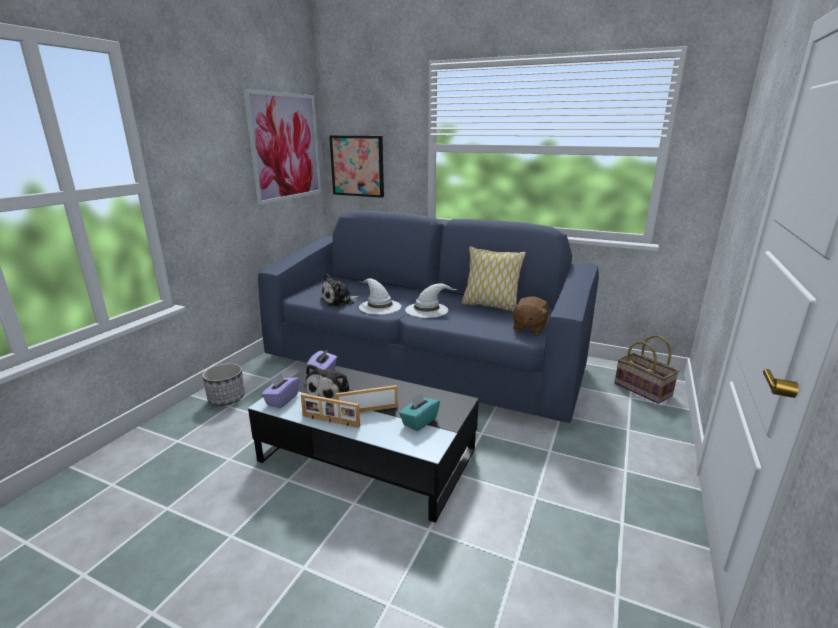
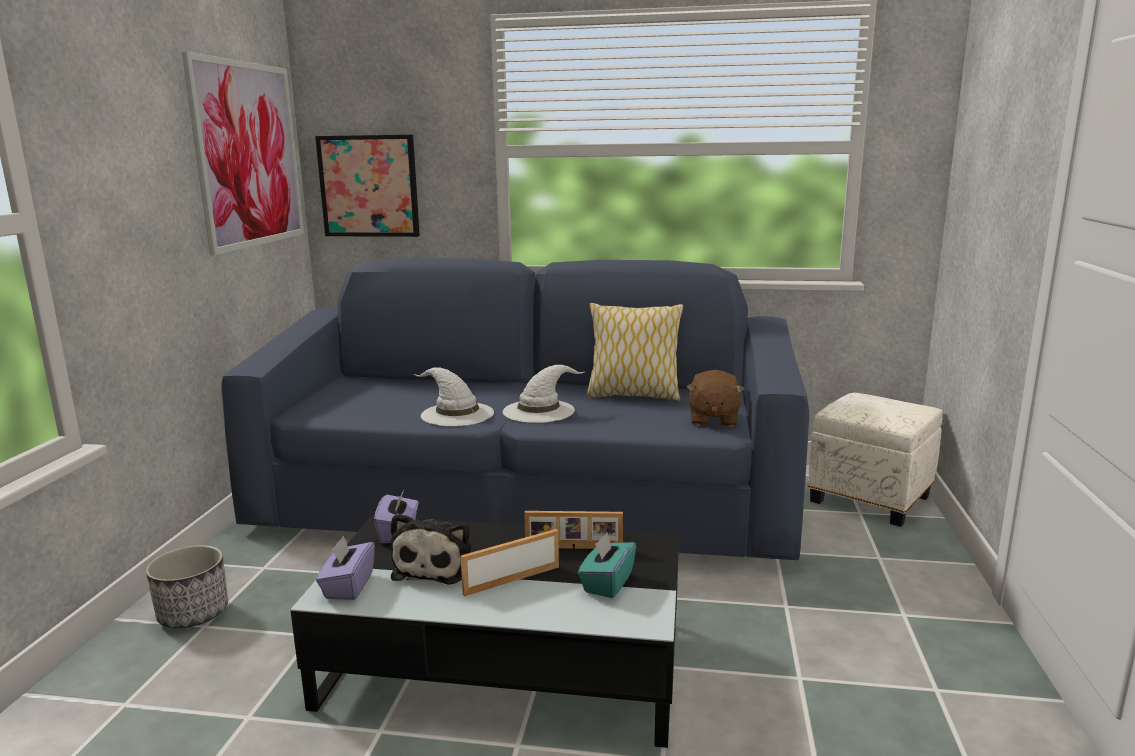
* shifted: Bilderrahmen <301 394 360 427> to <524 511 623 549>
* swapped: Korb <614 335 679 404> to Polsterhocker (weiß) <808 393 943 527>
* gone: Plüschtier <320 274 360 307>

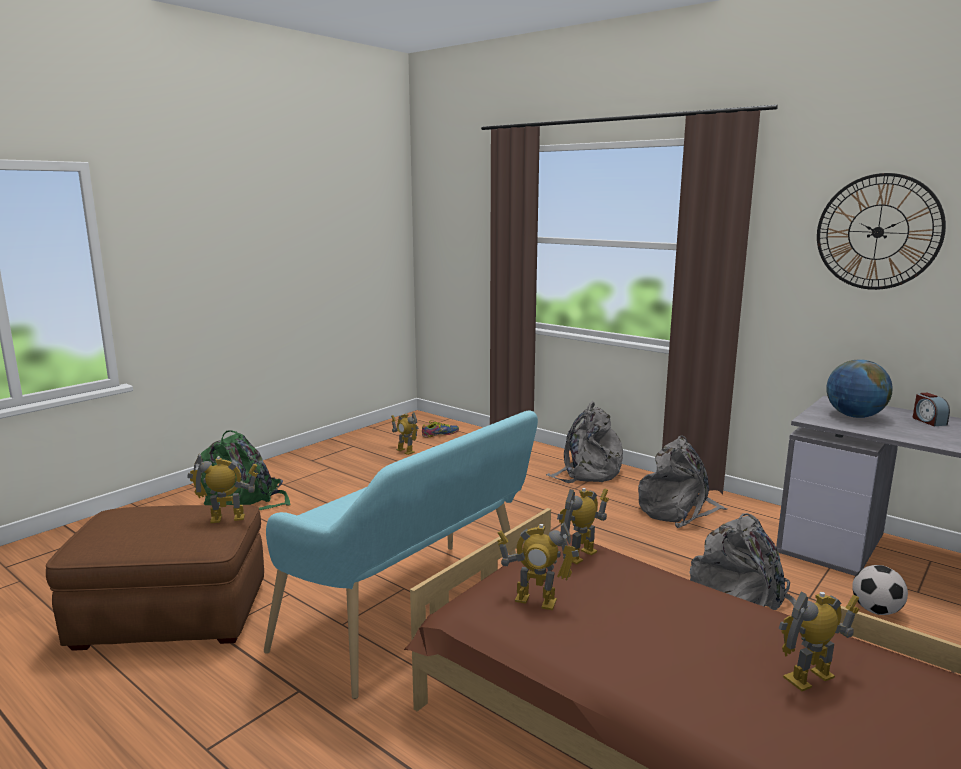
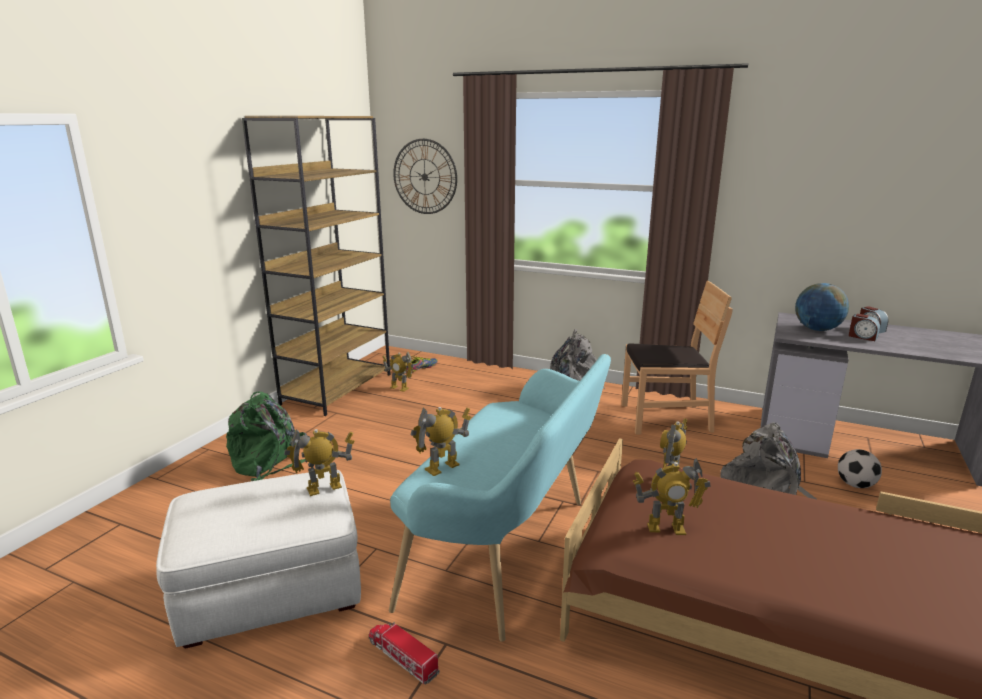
* repainted: Polsterhocker (braun) <46 505 264 651> to Polsterhocker (weiß) <156 470 361 649>
* new: Bücherregal (braun) <242 116 390 416>
* new: Spielzeuglaster <369 622 439 685>
* shifted: Wanduhr <817 173 946 290> to <393 139 457 214>
* shifted: Spielzeugroboter <779 591 859 691> to <411 407 471 476>
* swapped: Rucksack (grau) <638 436 727 528> to Stuhl (braun) <621 281 733 435>
* new: Wecker <849 314 880 341>

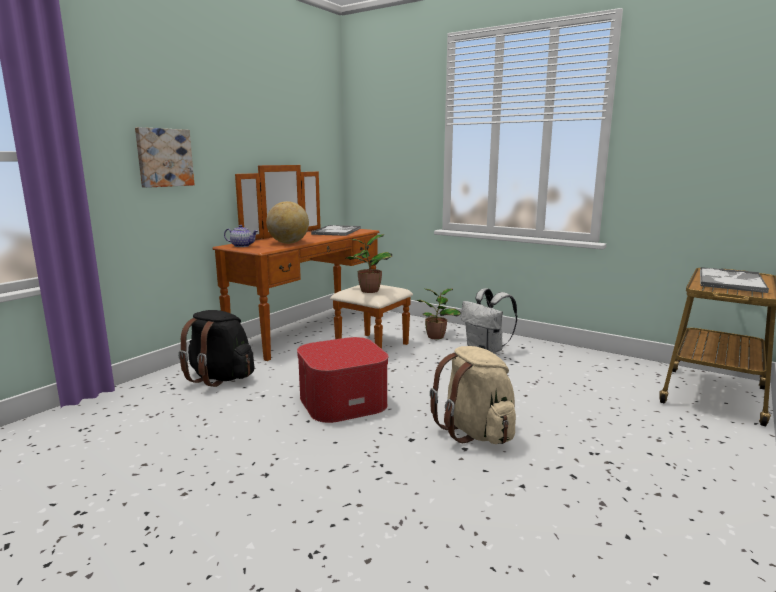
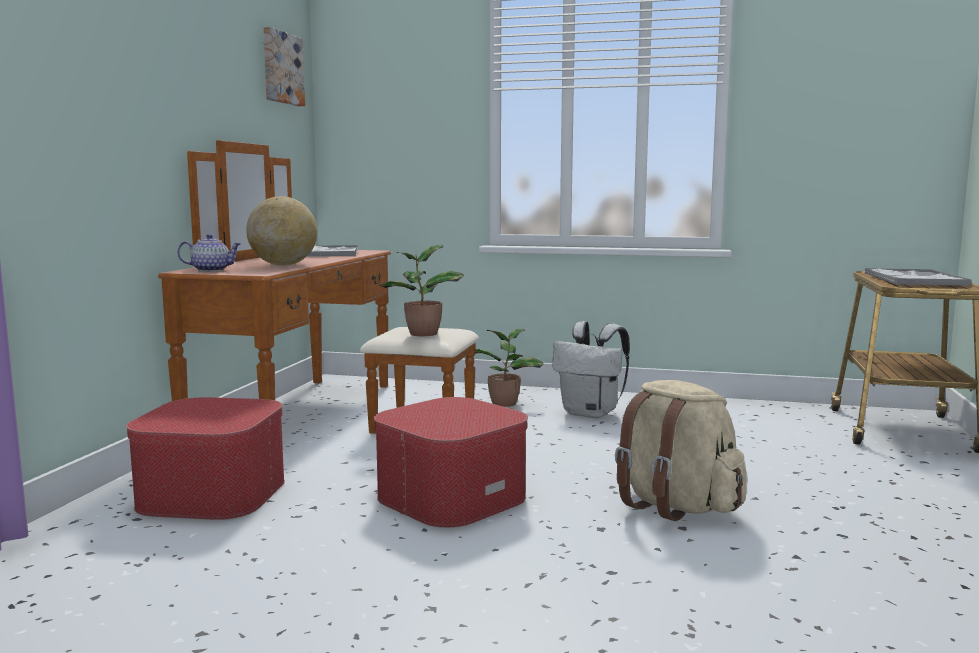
* swapped: Rucksack (schwarz) <178 310 254 387> to Polsterhocker <126 397 285 520>
* shifted: Bild <135 127 195 188> to <263 27 305 106>

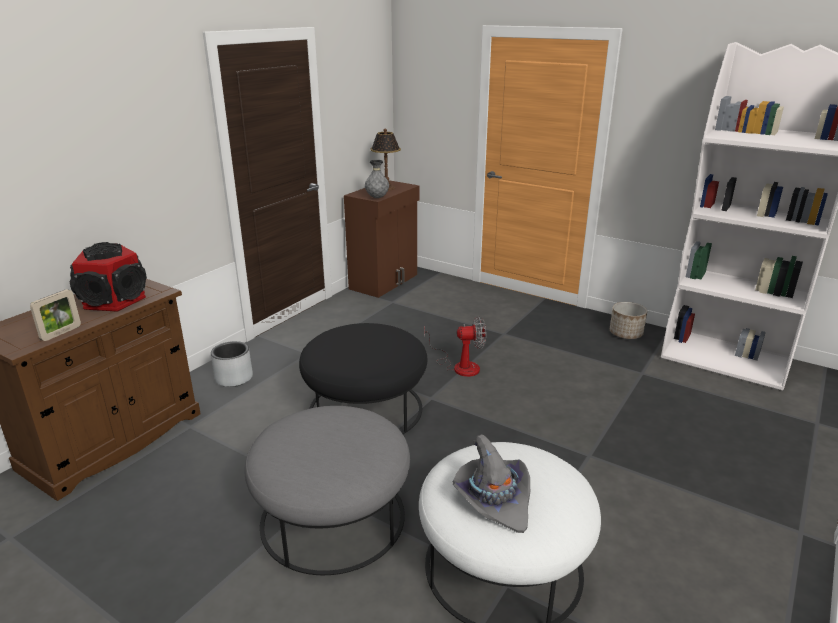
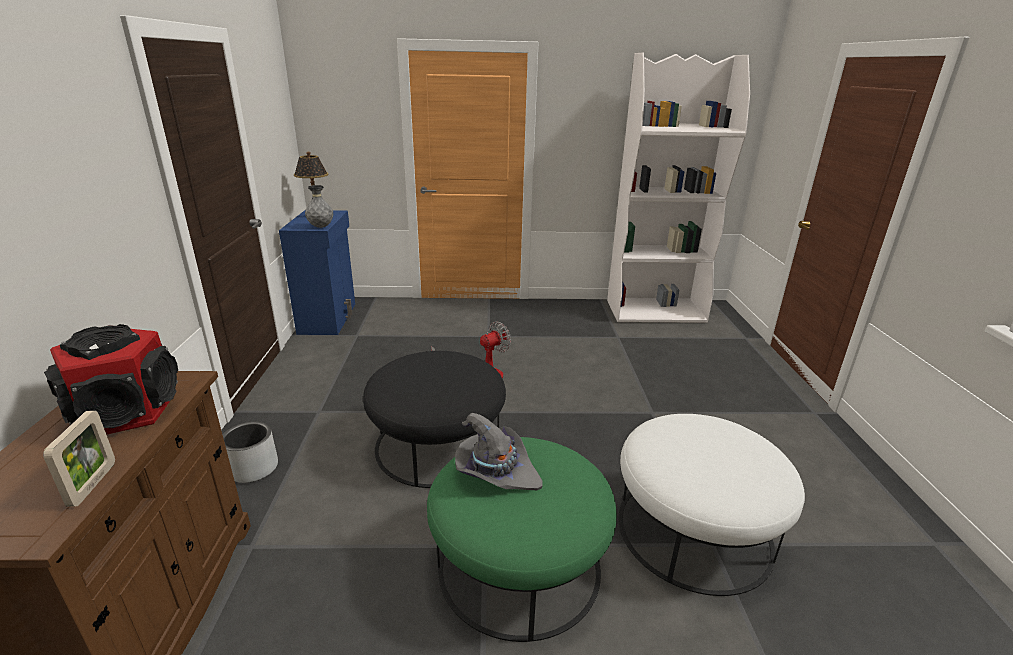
* repainted: Schrank (braun) <344 180 420 298> to Schrank (blau) <279 210 355 335>
* repainted: Polsterhocker (grau) <244 406 410 575> to Polsterhocker (grün) <427 437 617 642>
* shifted: Hut (grau) <452 434 530 533> to <455 413 543 490>
* gone: Pflanzkübel <610 302 647 339>

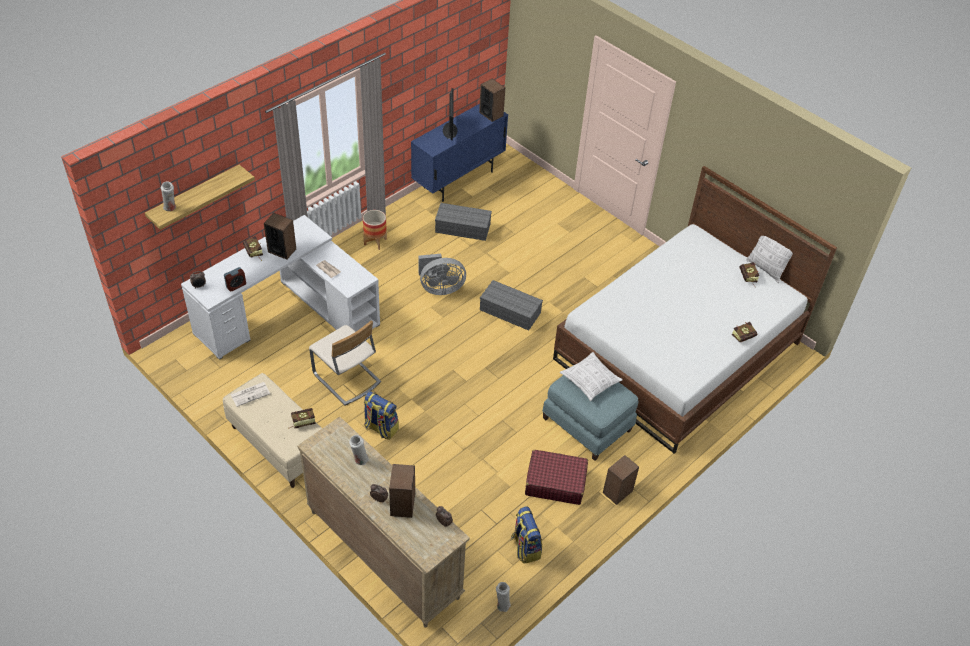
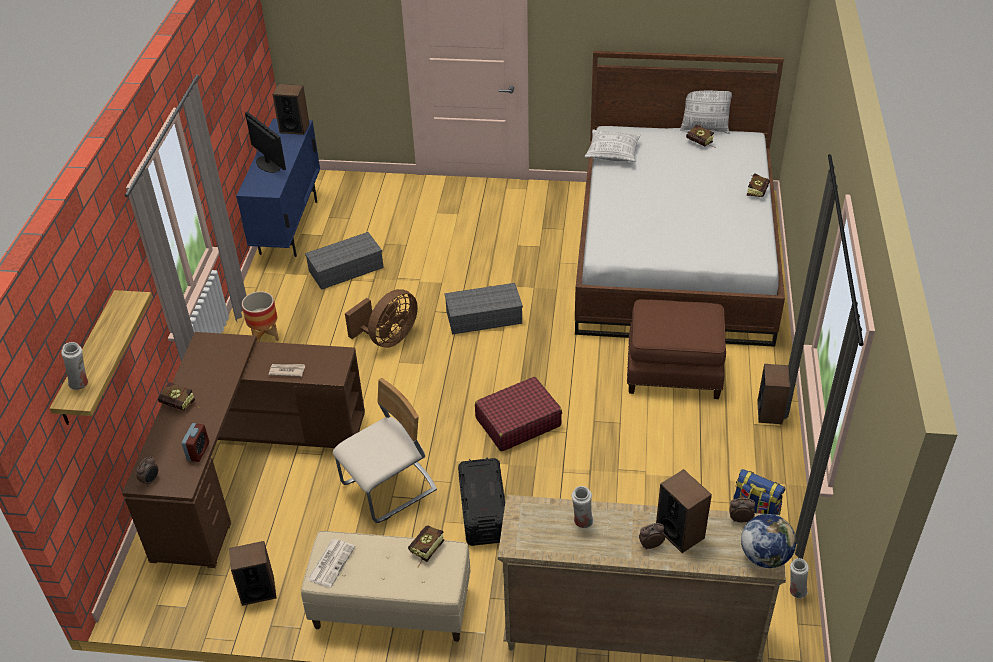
* repainted: Schreibtisch (weiß) <181 215 380 360> to Schreibtisch (braun) <122 332 365 568>
* shifted: Lautsprecher <264 213 296 260> to <229 541 276 606>
* rotated: Stuhl (beige) <309 320 381 405> = <333 378 437 523> 45 degrees counterclockwise
* repainted: Ventilator (grau) <418 254 466 295> to Ventilator (braun) <345 289 418 348>
* swapped: Rucksack <364 391 399 440> to Aufbewahrungsbox (schwarz) <458 457 505 546>
* shifted: Koffer (rot) <525 450 588 505> to <475 377 562 451>
* shifted: Kissen <560 352 623 401> to <585 129 641 162>
* repainted: Polsterhocker (blau) <542 375 638 461> to Polsterhocker (braun) <627 299 726 399>
* new: Globus <741 514 796 568>

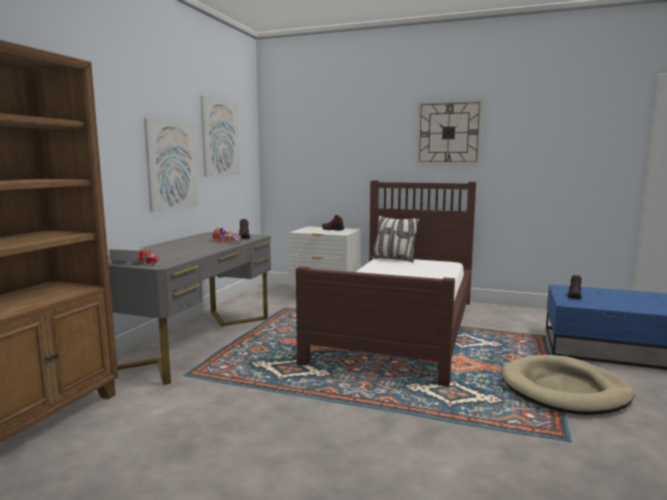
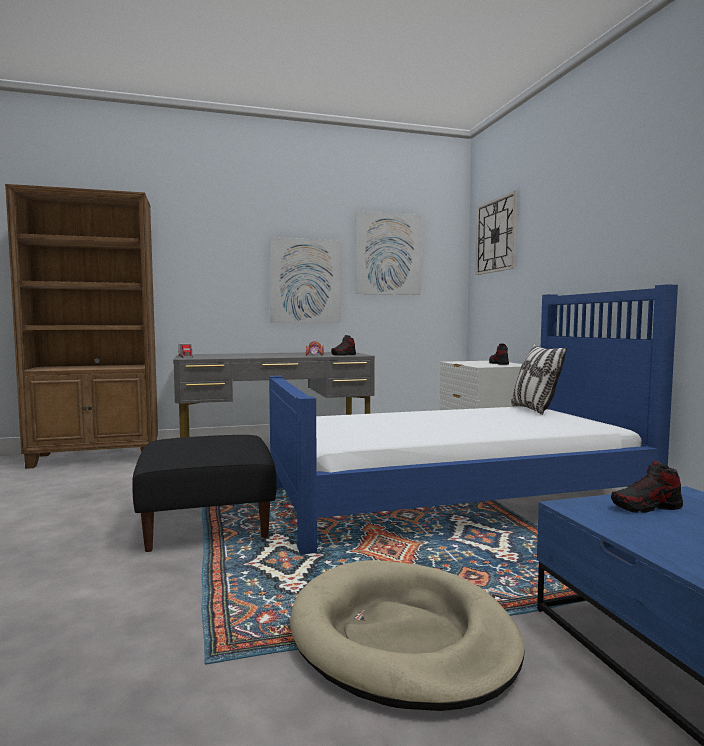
* new: Polsterhocker (schwarz) <132 435 276 552>
* repainted: Bett (braun) <296 181 476 387> to Bett (blau) <269 285 678 555>
* shifted: Wanduhr <417 100 483 164> to <475 191 518 275>

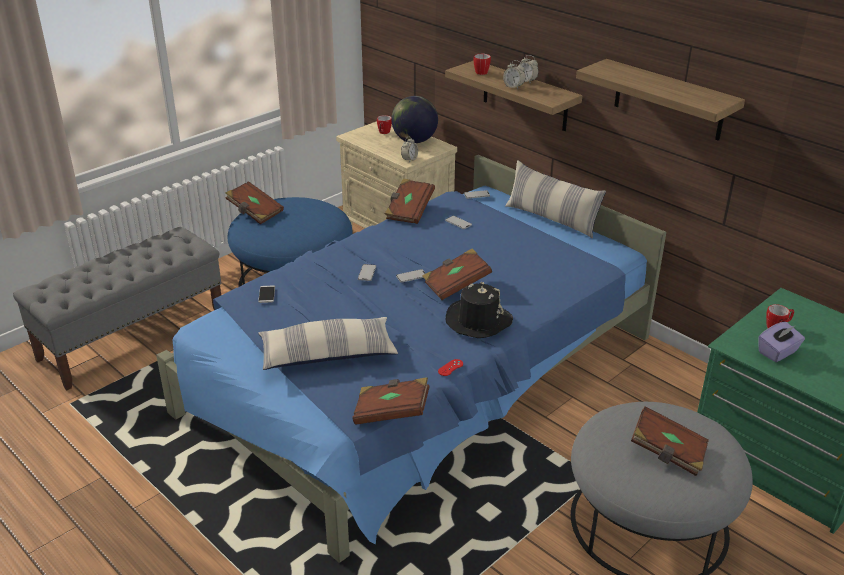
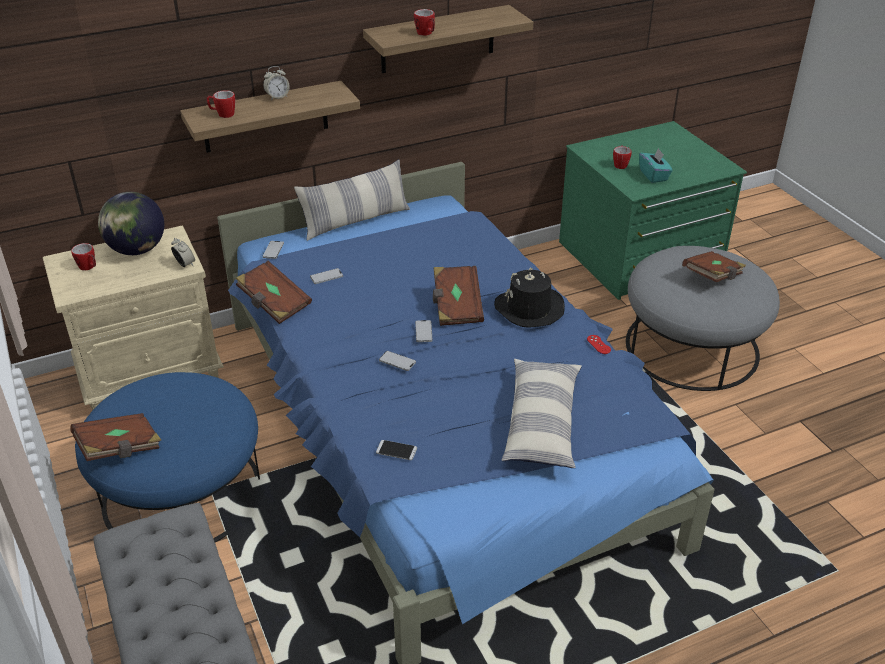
* new: Henkelbecher <414 9 435 36>
* repainted: Taschentuchbox (lila) <758 322 805 362> to Taschentuchbox (türkis) <639 148 673 183>
* gone: Buch (braun) <352 377 430 425>
* gone: Wecker <503 60 526 89>

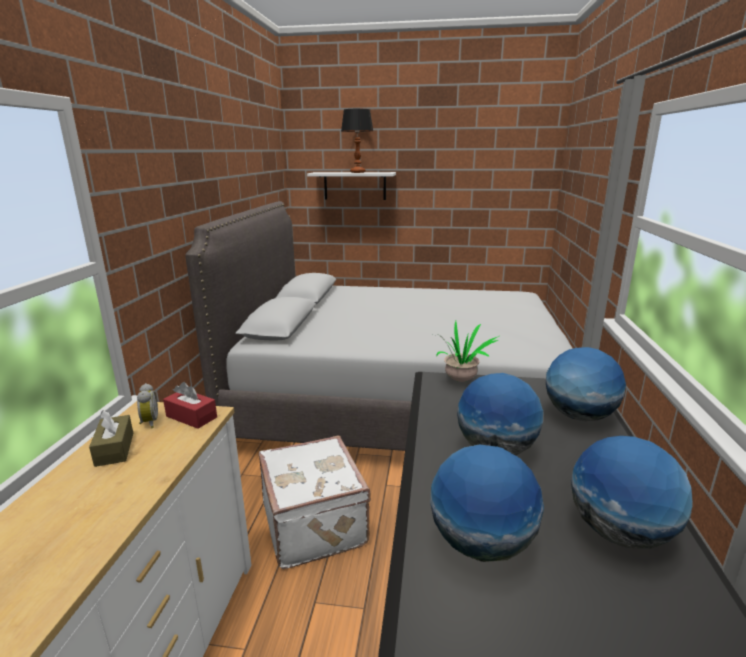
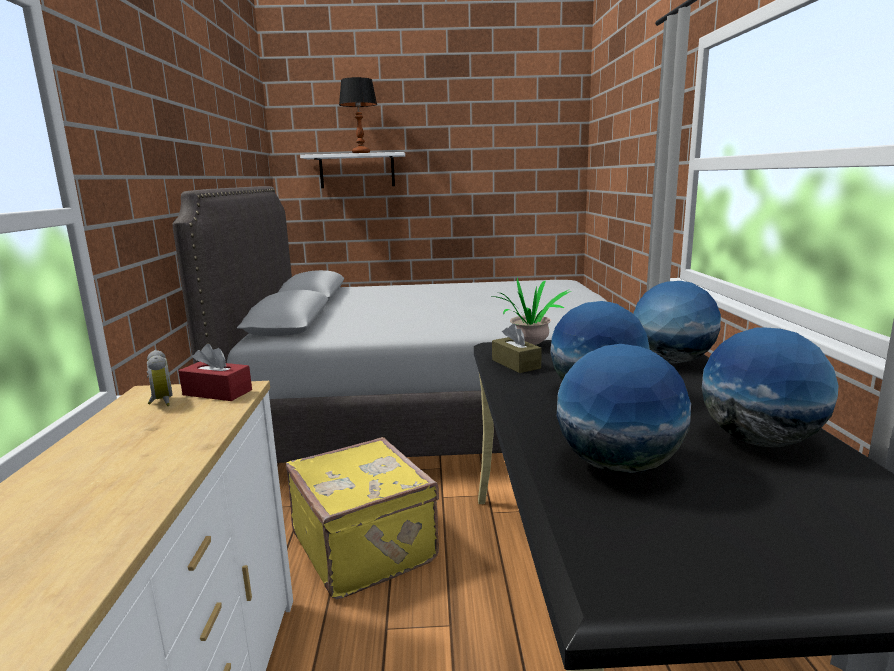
* repainted: Koffer (weiß) <259 436 371 569> to Koffer (gelb) <286 437 439 600>
* shifted: Taschentuchbox (braun) <89 410 133 467> to <492 324 542 373>

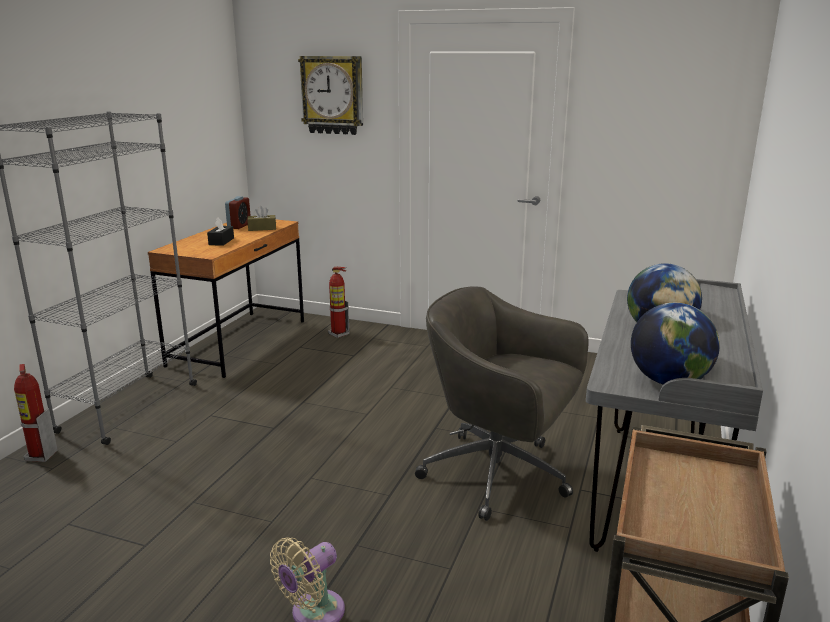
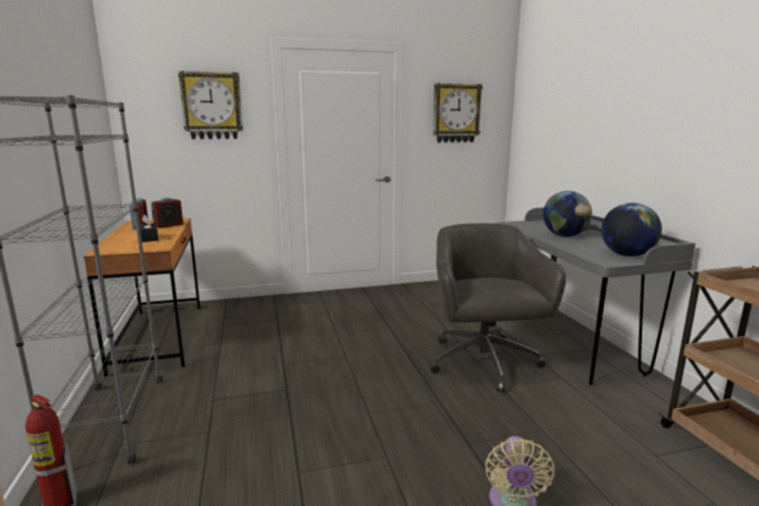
* swapped: Taschentuchbox (braun) <247 206 276 231> to Wecker <151 198 183 228>
* rotated: Bürostuhl (grau) <415 286 589 521> = <430 223 566 393> 90 degrees clockwise
* new: Wanduhr <433 83 483 143>
* gone: Feuerlöscher <328 267 349 338>

